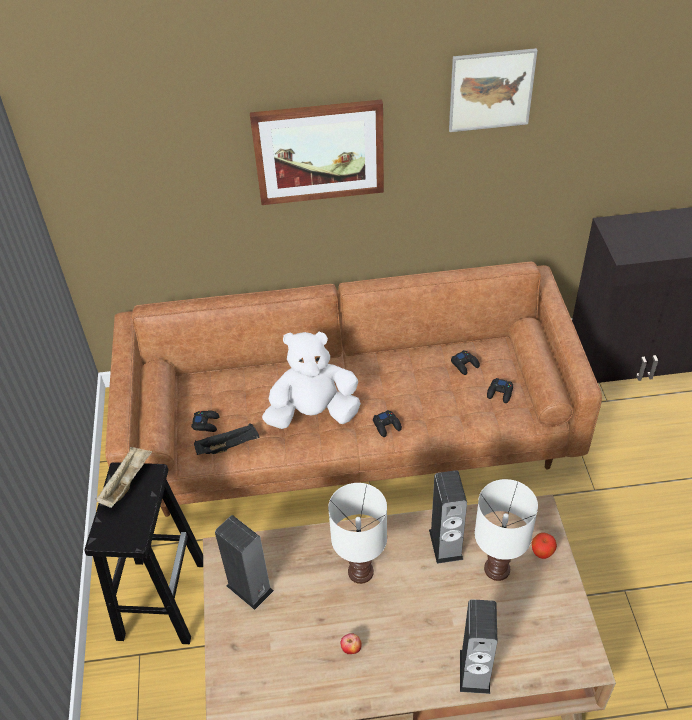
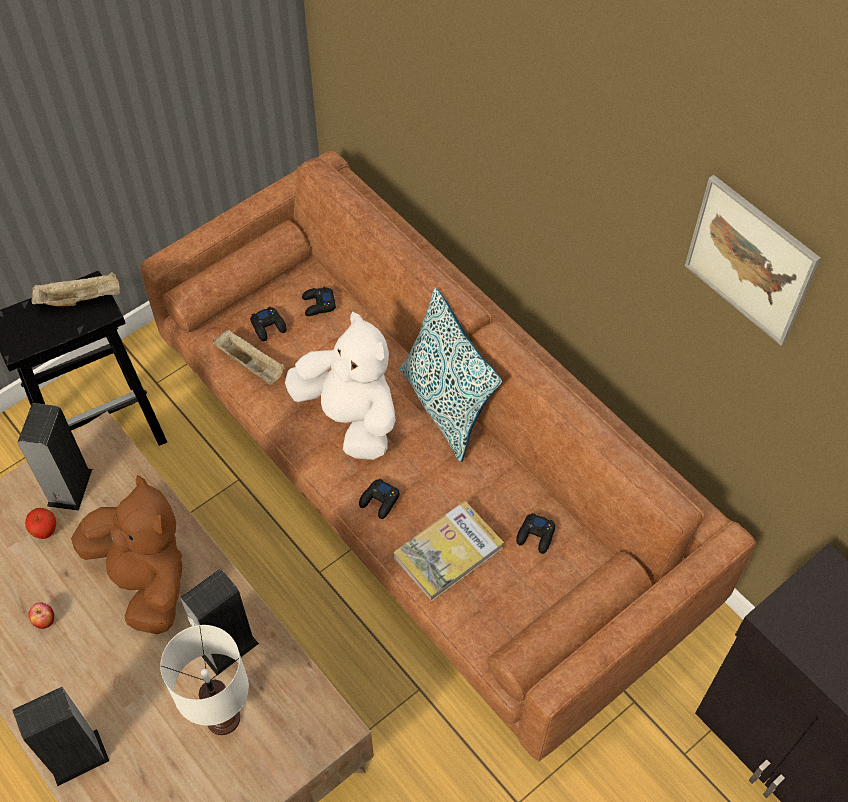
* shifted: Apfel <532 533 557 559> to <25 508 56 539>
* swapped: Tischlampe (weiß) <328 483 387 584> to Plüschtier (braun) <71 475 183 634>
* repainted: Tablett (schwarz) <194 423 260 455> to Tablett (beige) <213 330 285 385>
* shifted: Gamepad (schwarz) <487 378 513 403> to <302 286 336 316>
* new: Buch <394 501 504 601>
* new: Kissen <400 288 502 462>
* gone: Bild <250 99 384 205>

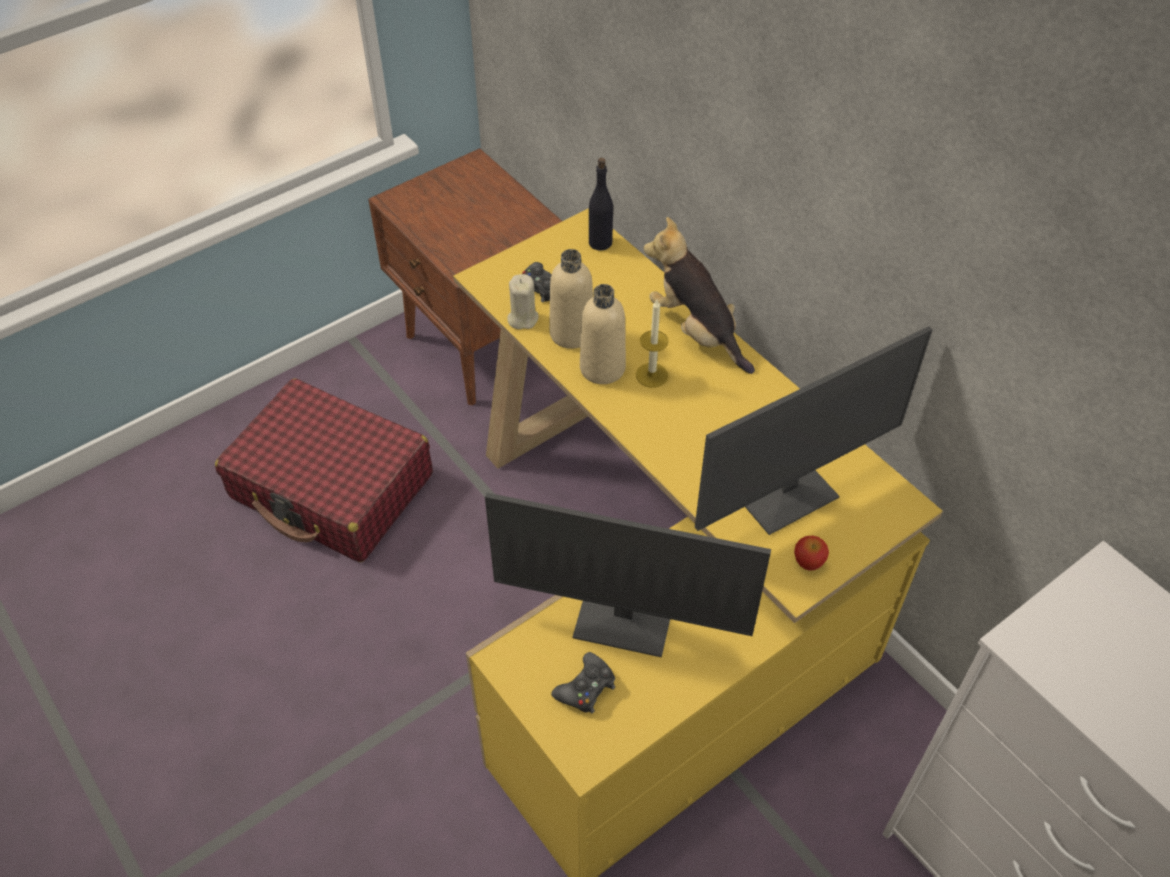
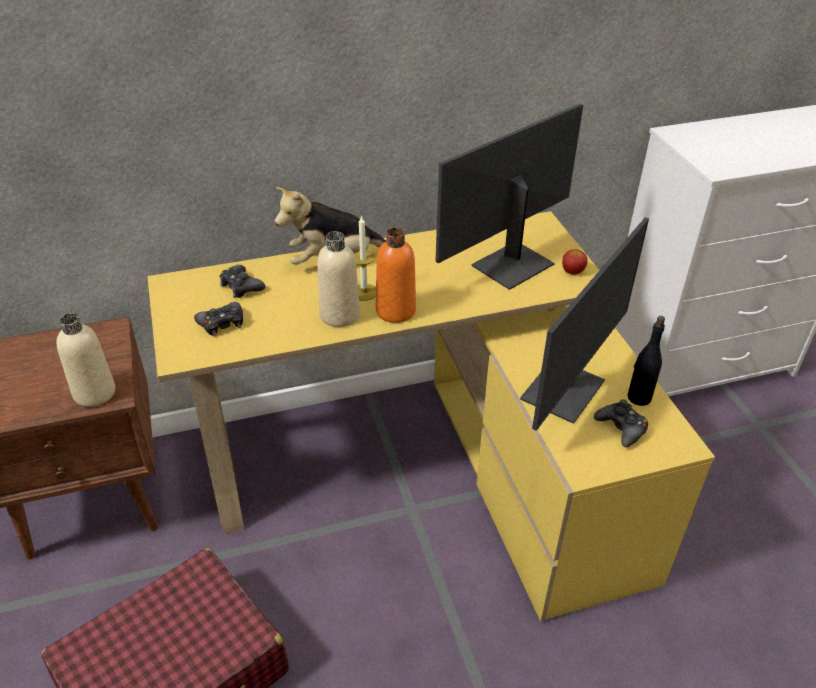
* shifted: Flasche (beige) <549 249 593 349> to <56 313 115 407>
* new: Gamepad (schwarz) <220 265 266 298>
* new: Flasche (orange) <376 227 416 323>
* rotated: Monitor <695 326 933 535> = <435 103 583 290> 120 degrees counterclockwise
* shifted: Flasche (schwarz) <589 158 613 251> to <628 316 665 406>
* gone: Kerze (beige) <507 274 539 329>

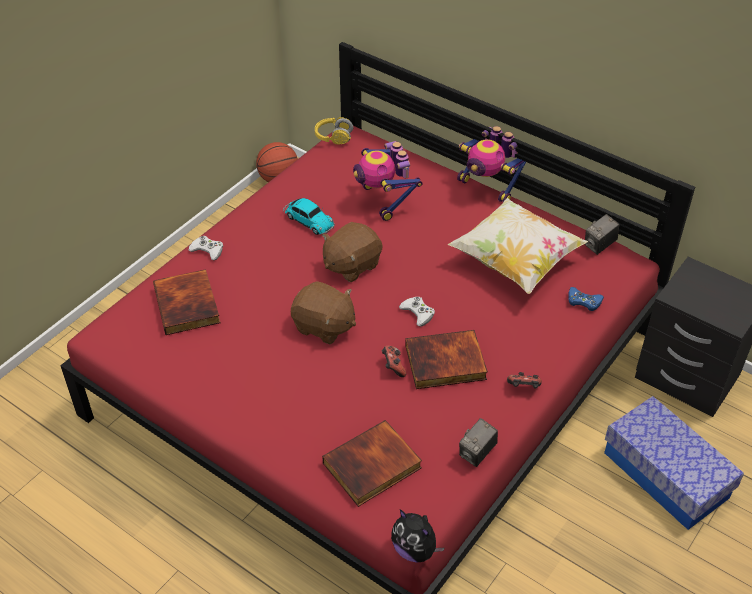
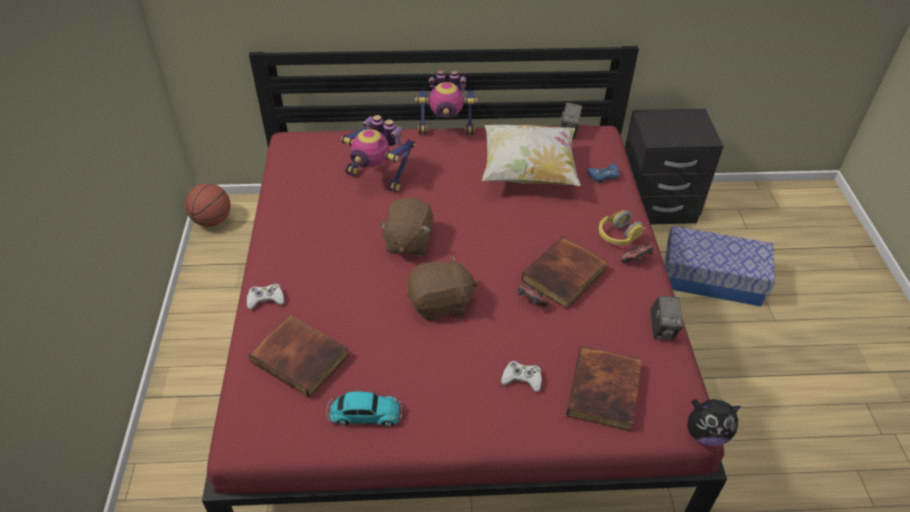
* shifted: Spielzeugauto <283 198 335 235> to <326 391 403 427>
* shifted: Gamepad (weiß) <399 297 435 326> to <501 361 542 392>
* shifted: Kopfhörer (gelb) <315 117 353 145> to <598 210 646 245>

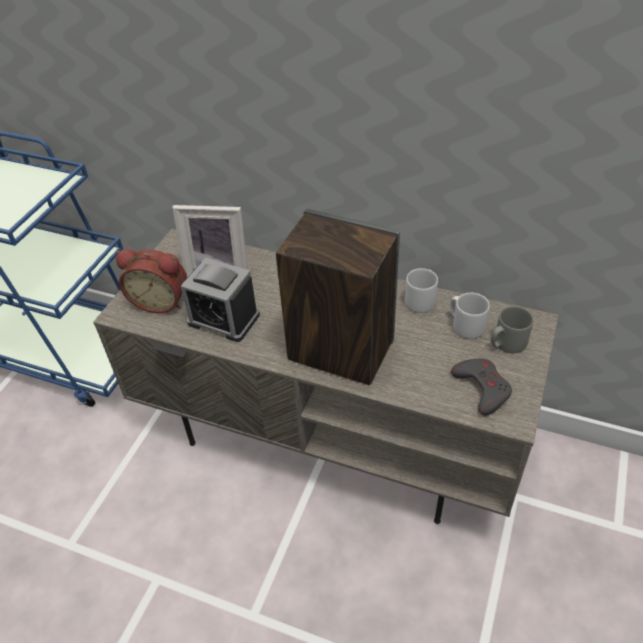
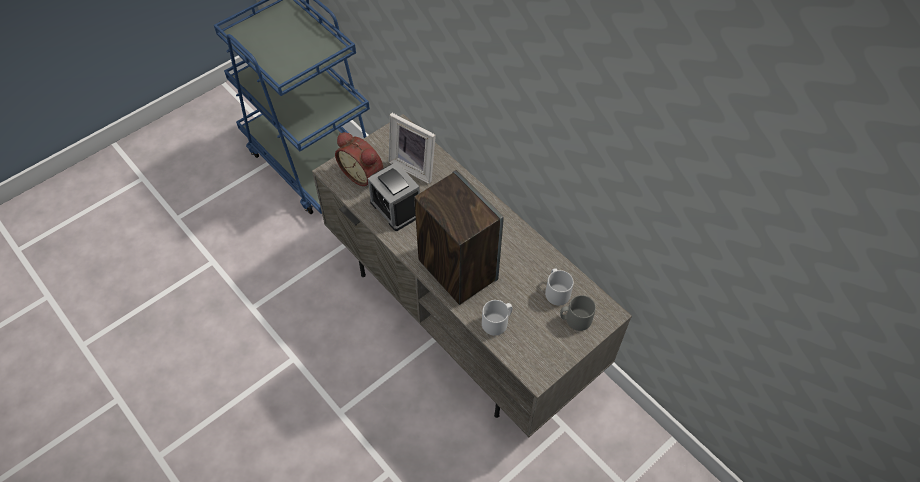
* shifted: Henkelbecher (grau) <405 268 438 313> to <482 300 513 336>
* gone: Gamepad (grau) <451 358 512 416>

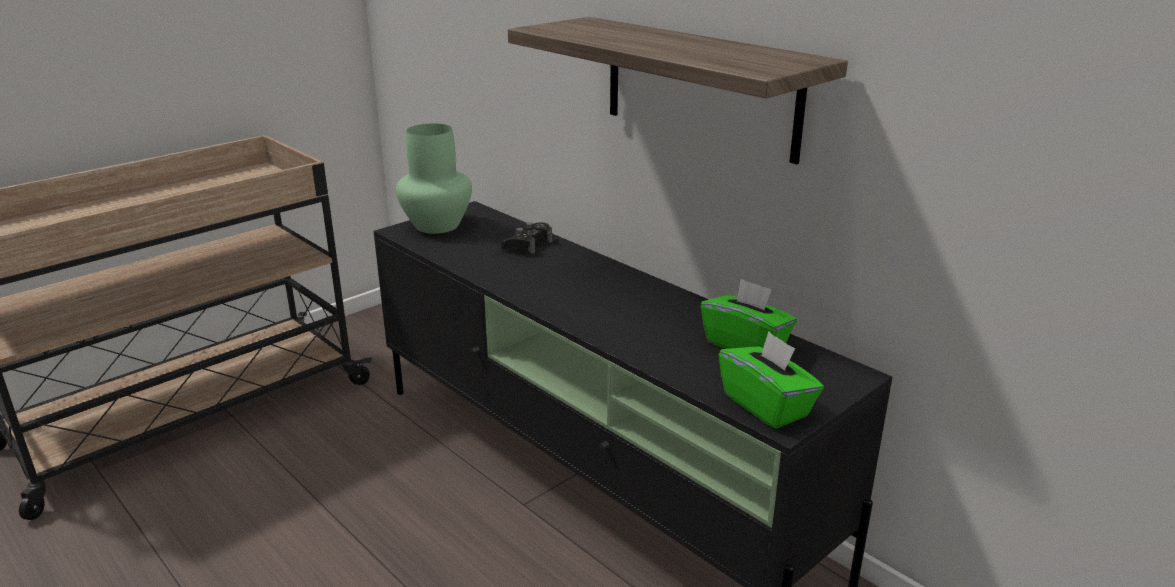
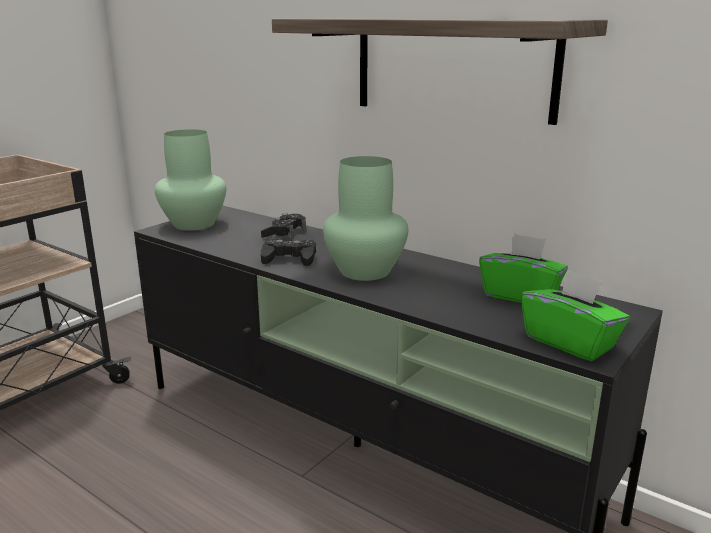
* new: Gamepad (schwarz) <261 238 316 266>
* new: Vase (grün) <323 156 408 281>

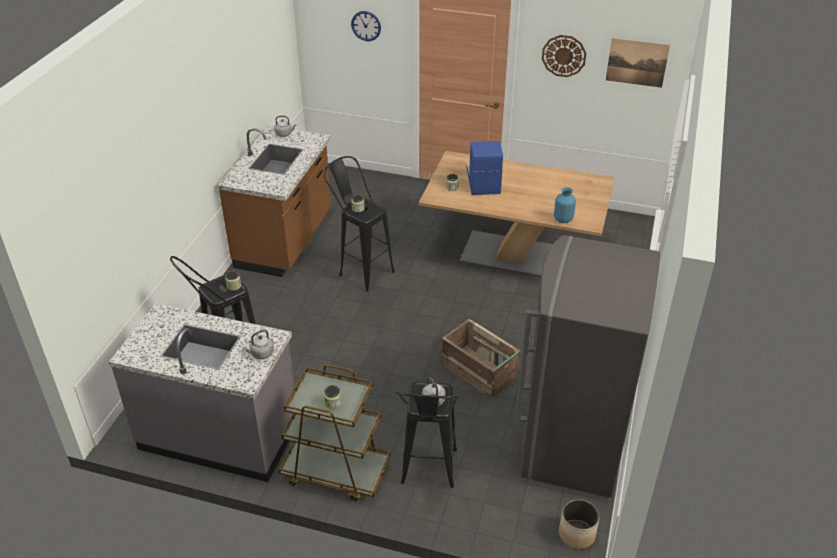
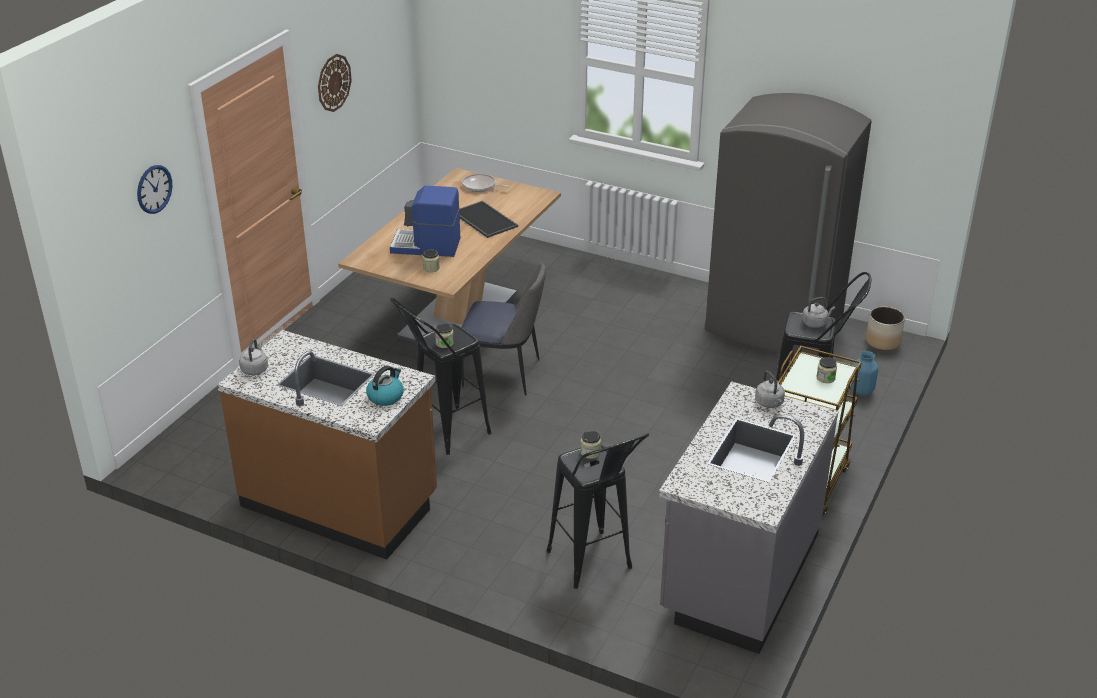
* new: Wasserkessel <366 366 404 406>
* new: Tablett <459 201 518 238>
* new: Stuhl <461 262 546 396>
* new: Pfanne <462 174 510 192>
* shifted: Vase (blau) <554 187 576 223> to <851 351 878 395>
* gone: Kiste <441 319 520 398>
* gone: Bild <606 38 670 88>

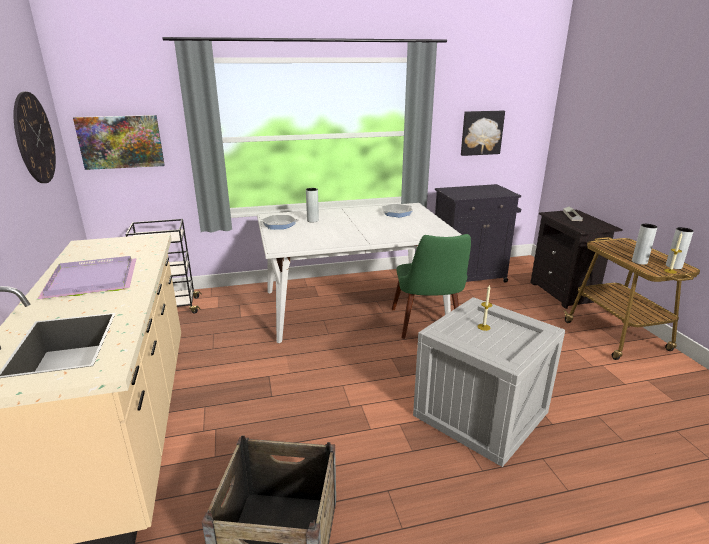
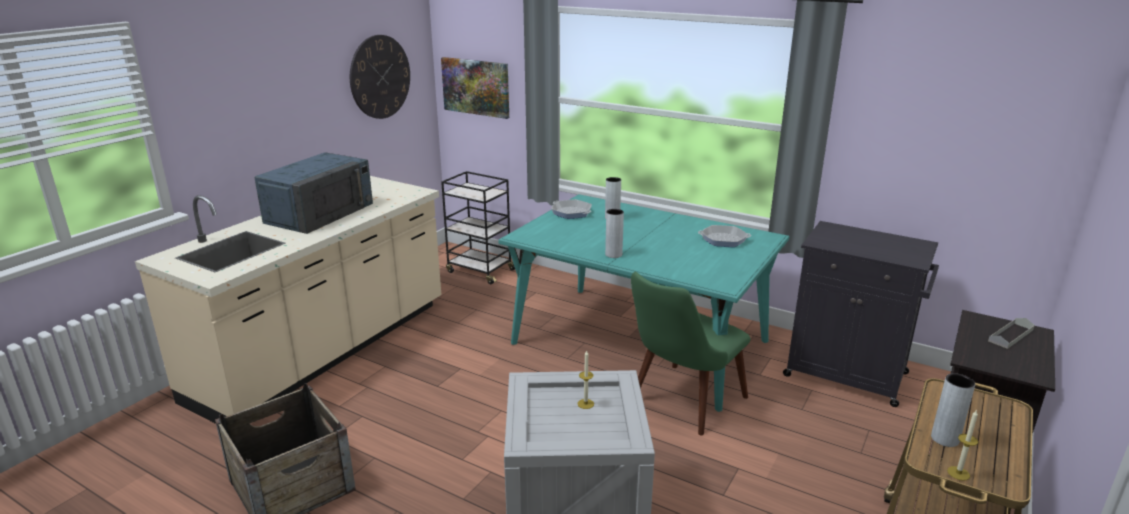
* swapped: Tablett (lila) <37 256 137 300> to Mikrowelle (blau) <254 152 373 234>
* repainted: Esstisch (weiß) <257 203 462 343> to Esstisch (türkis) <498 194 790 412>
* shifted: Vase (grau) <666 227 694 269> to <605 209 624 258>
* gone: Bild <461 111 505 156>

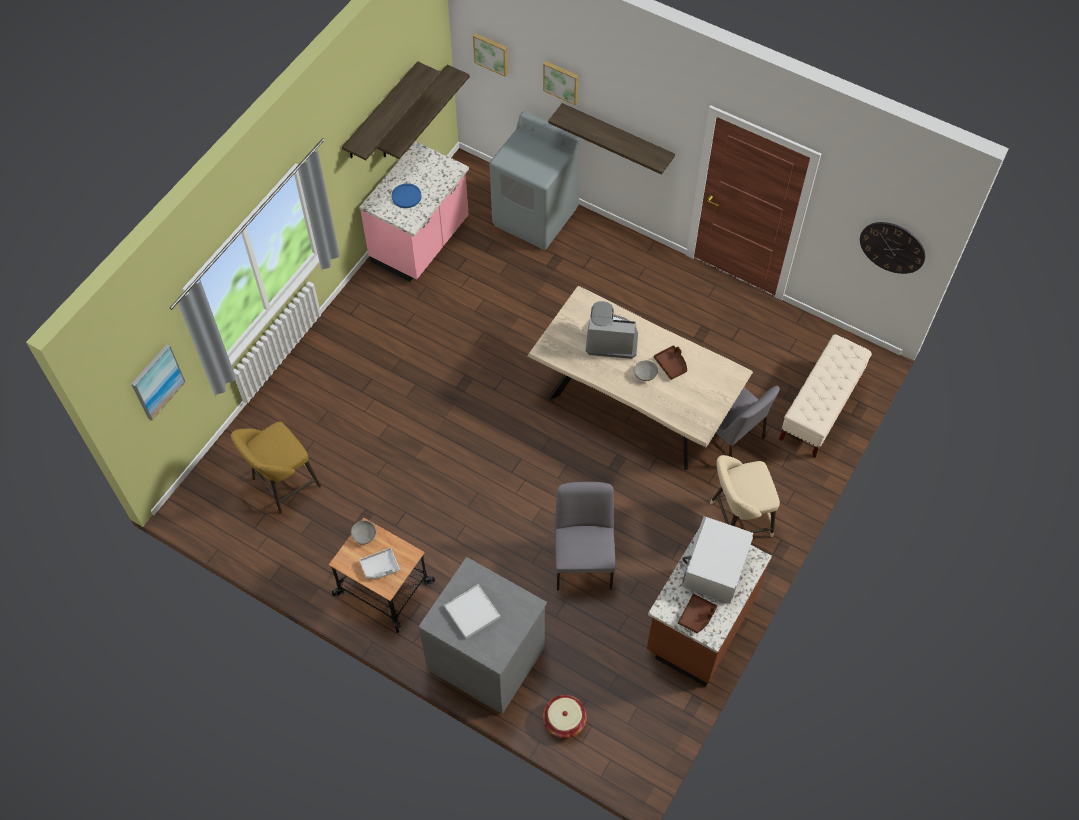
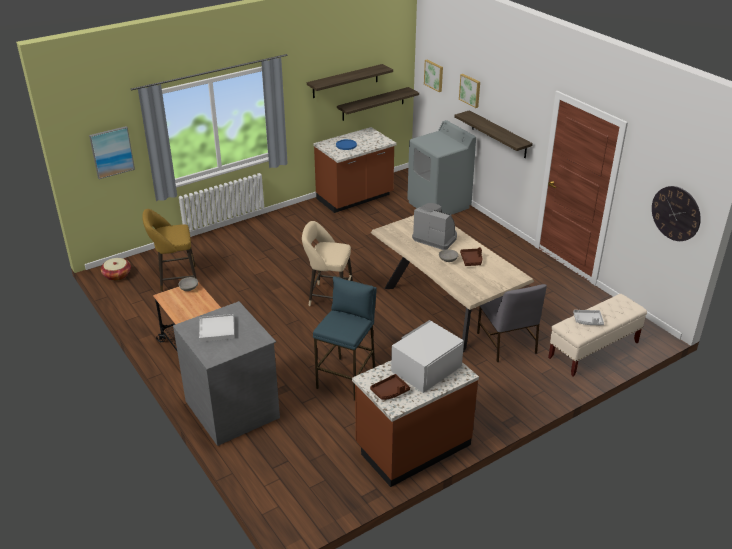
* shifted: Korb <543 695 587 738> to <101 258 131 281>
* shifted: Hocker (beige) <710 455 780 537> to <302 221 353 306>
* repainted: Küchenzeile (rosa) <359 141 469 282> to Küchenzeile (braun) <313 127 396 213>
* swapped: Stuhl (grau) <555 482 616 590> to Hocker (blau) <313 276 377 401>
* shifted: Tablett (grau) <359 548 400 579> to <573 310 604 325>

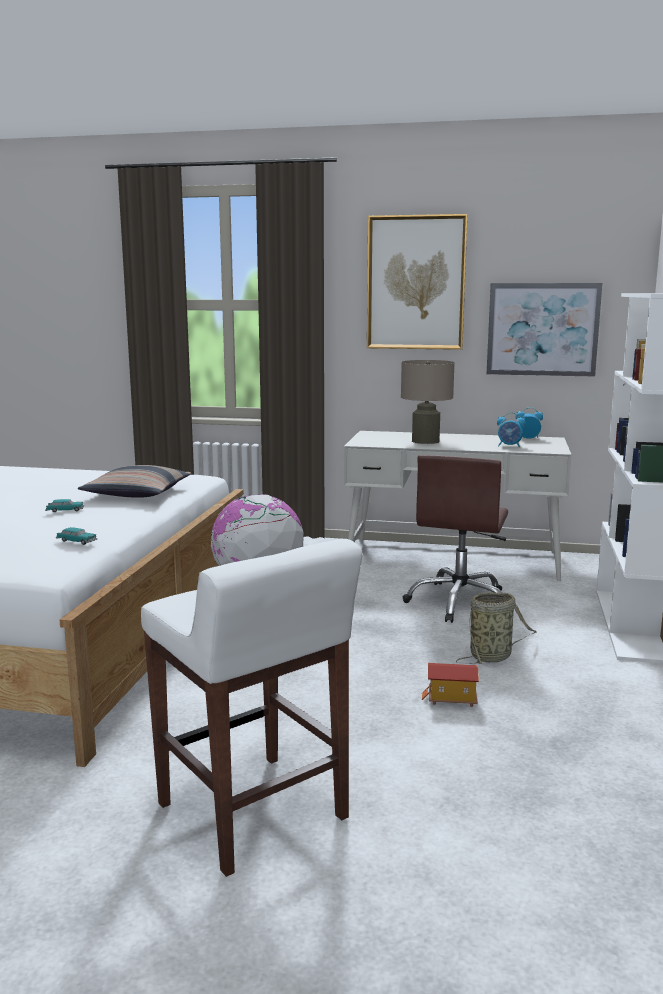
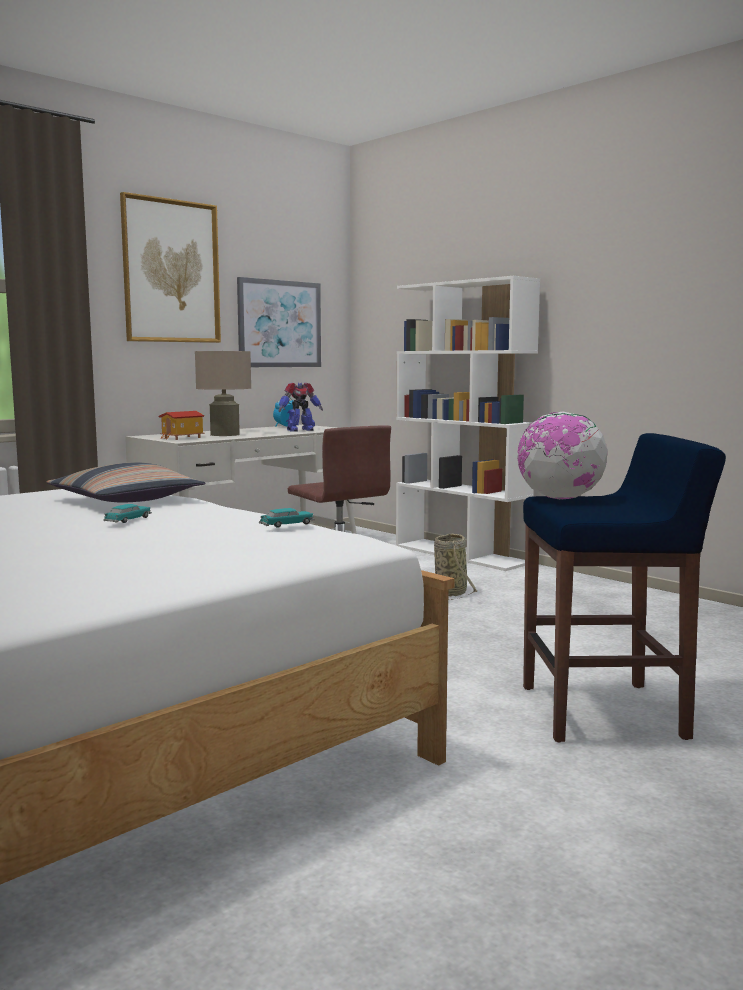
* shifted: Spielzeughaus <422 663 479 707> to <159 411 205 440>
* swapped: Wecker <497 412 526 447> to Spielzeugroboter <278 382 323 432>
* repainted: Hocker (weiß) <141 539 363 877> to Hocker (blau) <523 433 726 743>

